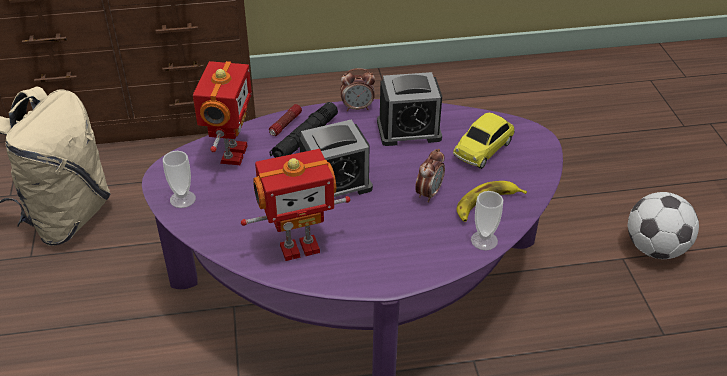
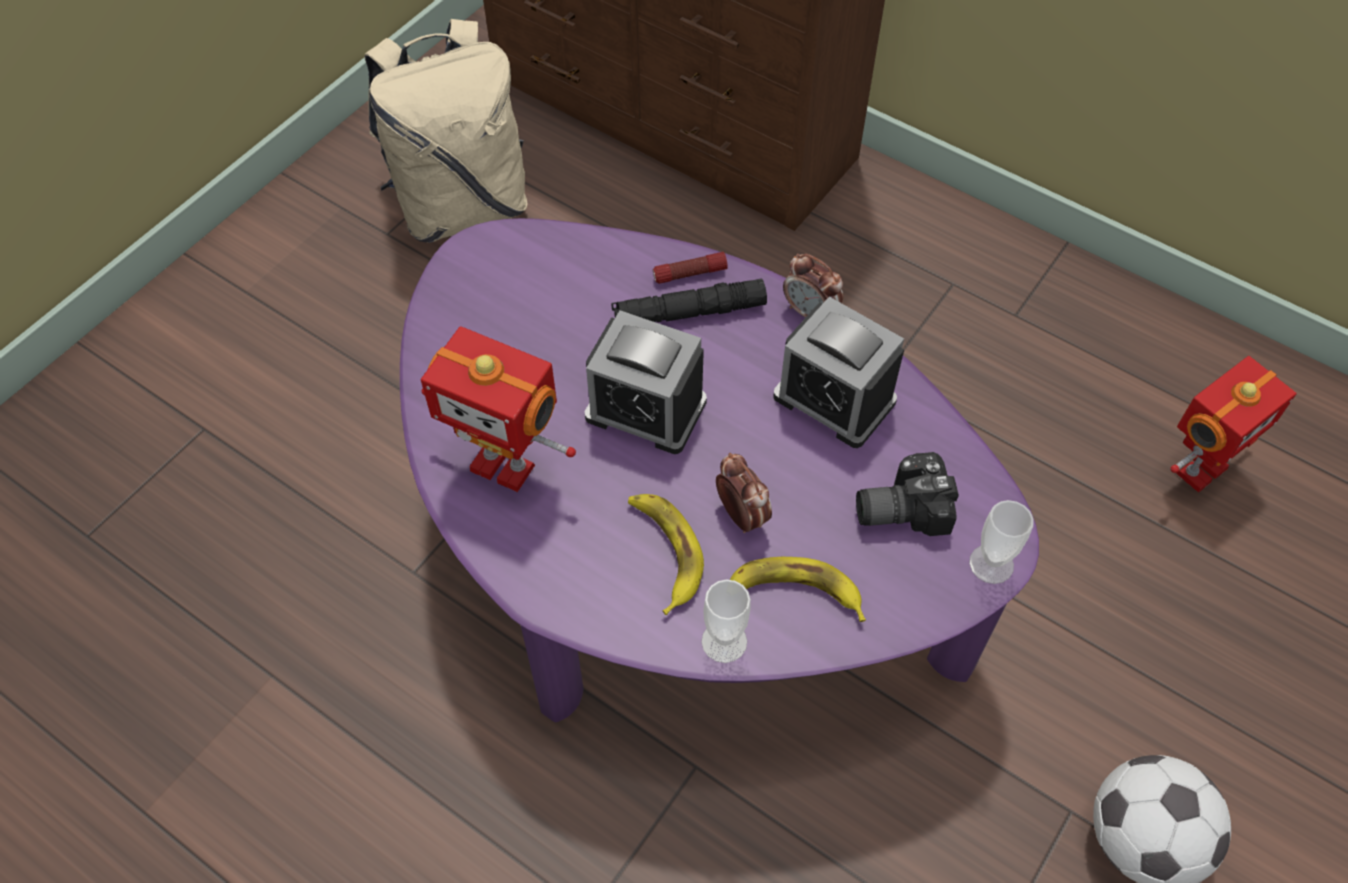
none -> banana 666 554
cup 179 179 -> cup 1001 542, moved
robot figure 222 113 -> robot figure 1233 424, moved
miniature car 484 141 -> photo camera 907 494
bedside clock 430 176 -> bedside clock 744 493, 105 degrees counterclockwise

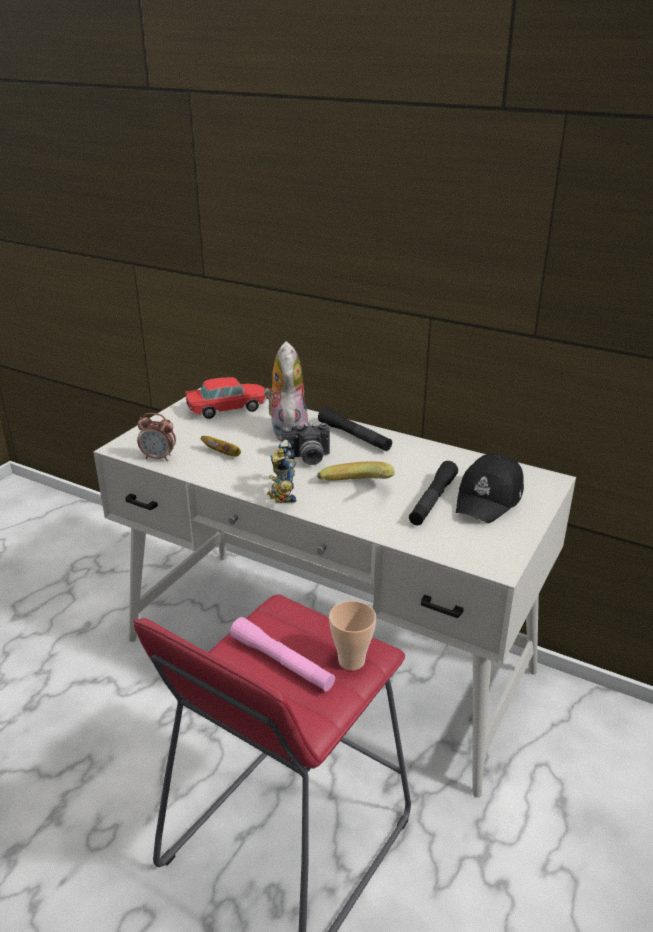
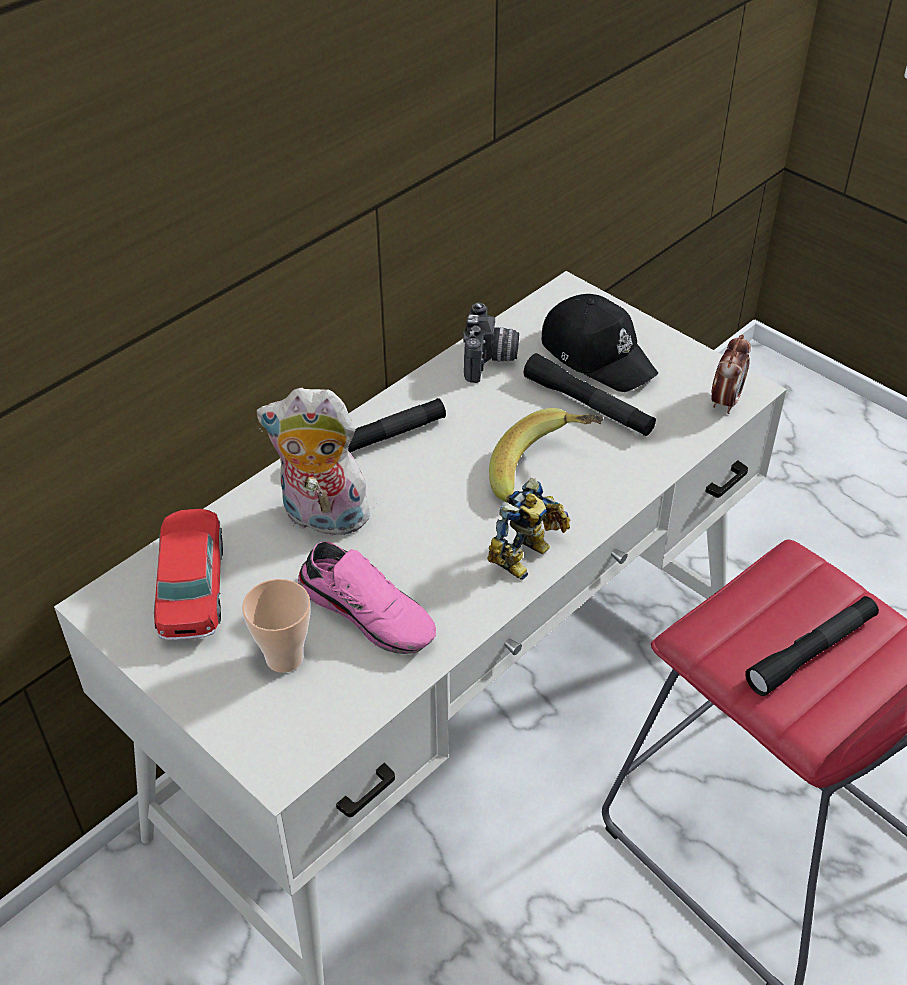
bedside clock 156 437 -> bedside clock 731 374, moved
photo camera 306 443 -> photo camera 491 342, moved
cup 352 635 -> cup 276 626, moved
banana 221 446 -> shoe in pink-coloured 367 598
flashlight in pink-coloured 282 654 -> flashlight in black-coloured 812 646
robot figure 281 471 -> robot figure 528 529, 60 degrees counterclockwise

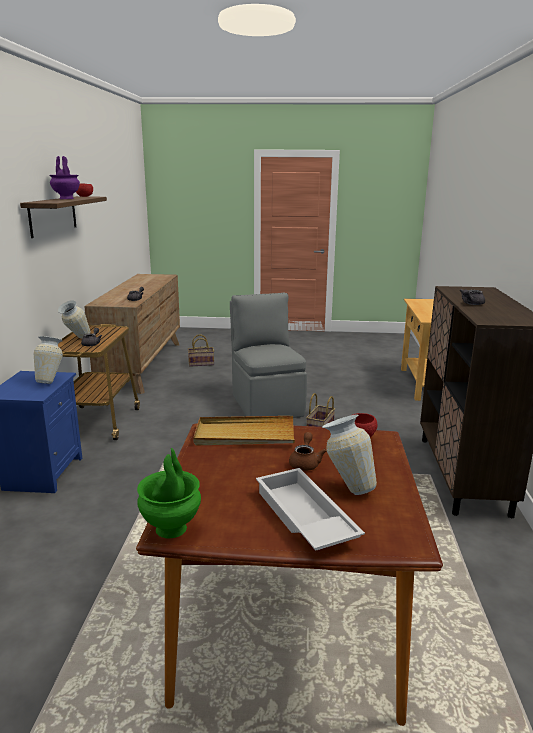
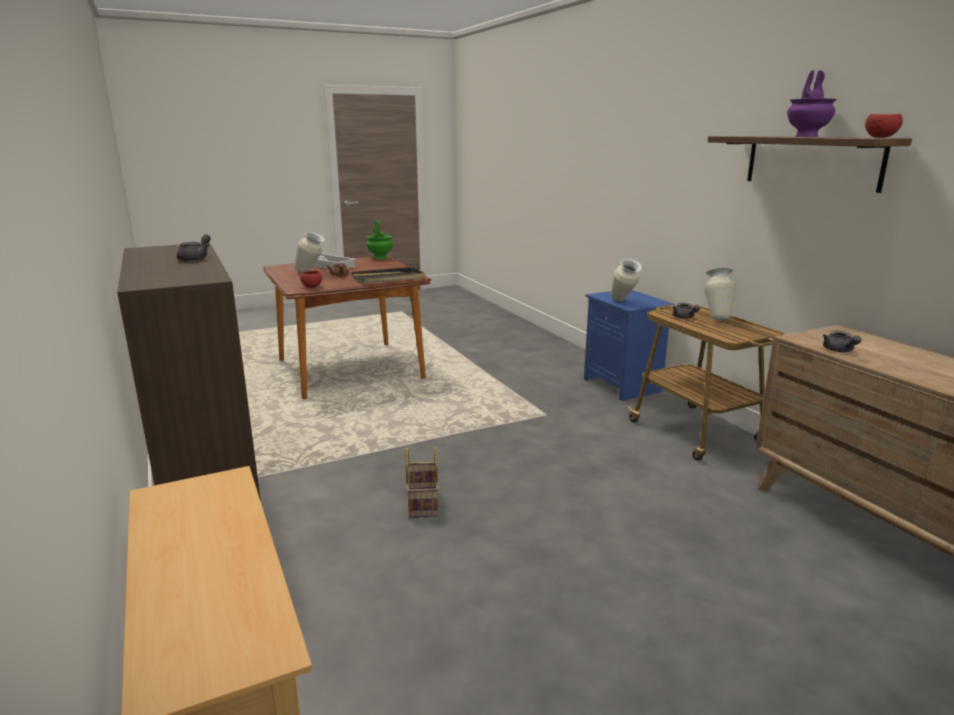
basket 201 350 -> none
upright chair in grey 268 355 -> none
tray in beige 244 430 -> tray in black-coloured 388 275

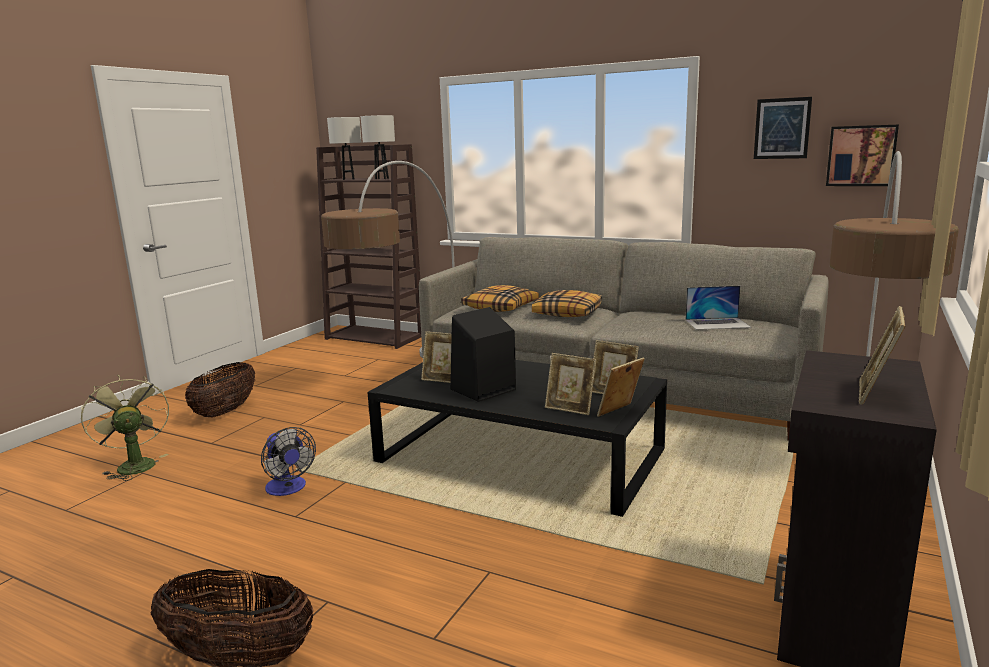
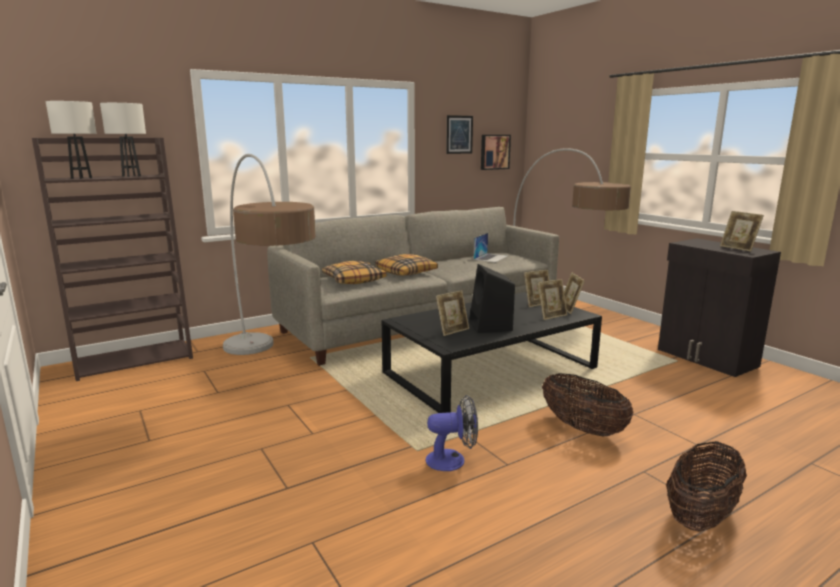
cooling fan in greenish 125 428 -> none
basket 220 389 -> basket 587 404, moved

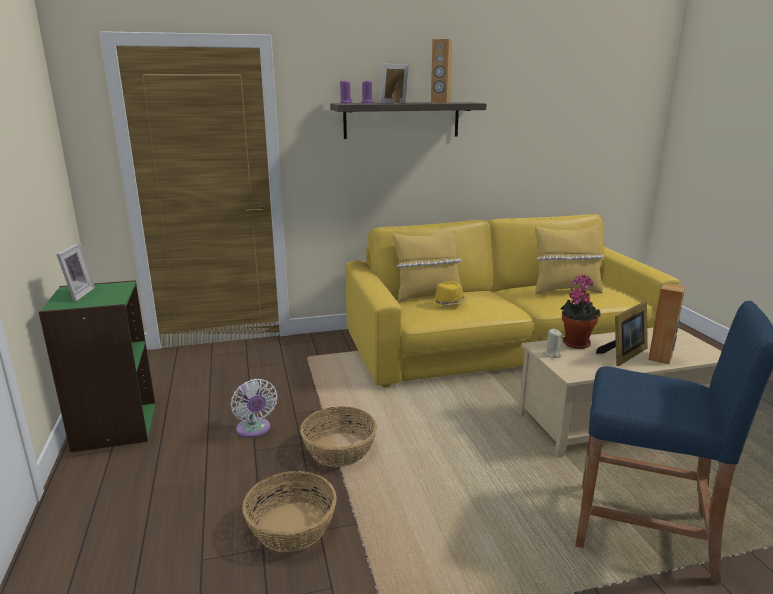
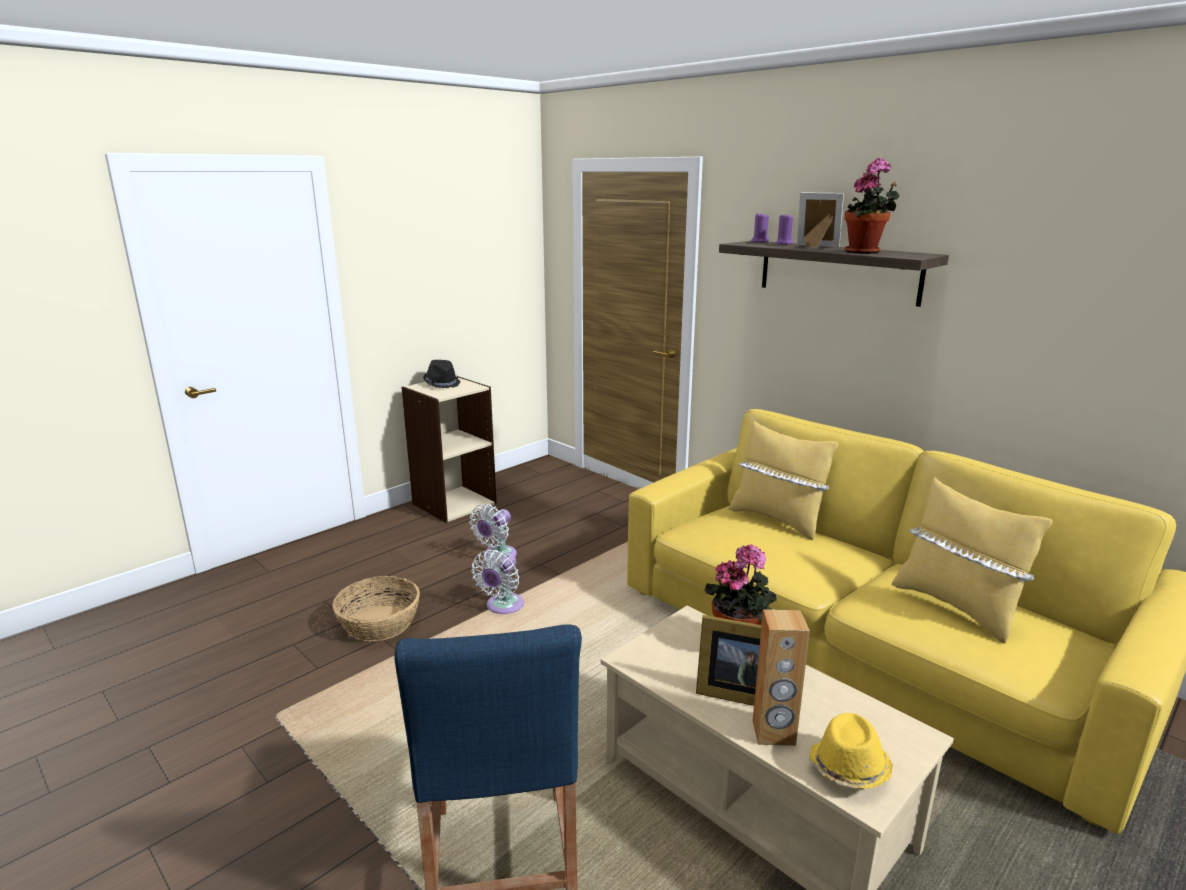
wax light in beige 552 343 -> none
wearable hat in yellow 449 293 -> wearable hat in yellow 850 751, moved
standing frame 75 272 -> wearable hat in black-coloured 441 374
basket 338 436 -> cooling fan in whitish 497 582
loudspeaker in brown 441 71 -> potted plant 872 206
shelving unit in greenish 97 366 -> shelving unit in beige 449 449

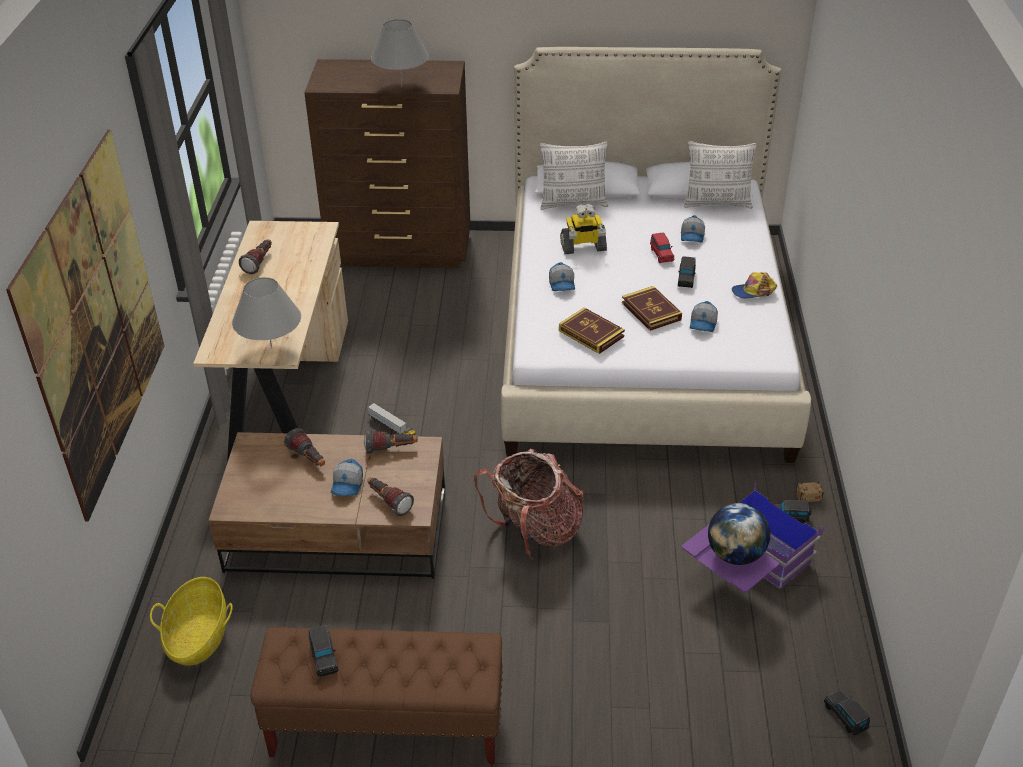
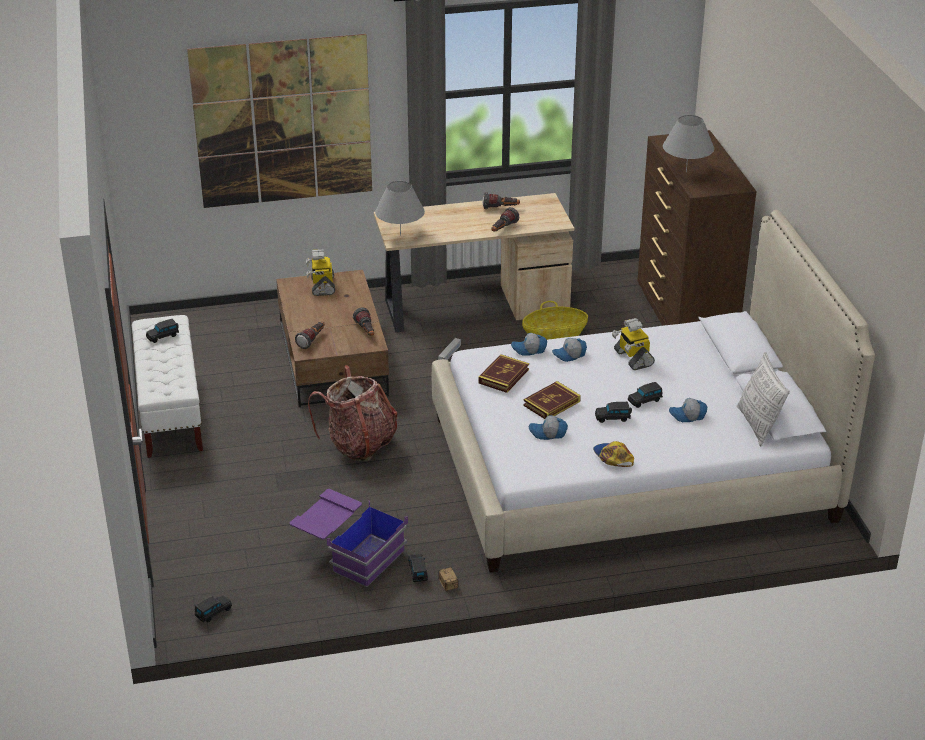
pillow 574 176 -> none
world globe 739 534 -> none
none -> robot figure 320 273
basket 191 621 -> basket 555 320, moved
flashlight 304 447 -> flashlight 505 219, moved
cap 347 477 -> cap 529 344, moved
bench in brown 377 695 -> bench in whitish 167 386
miniature car in red 662 248 -> miniature car in black-coloured 645 395

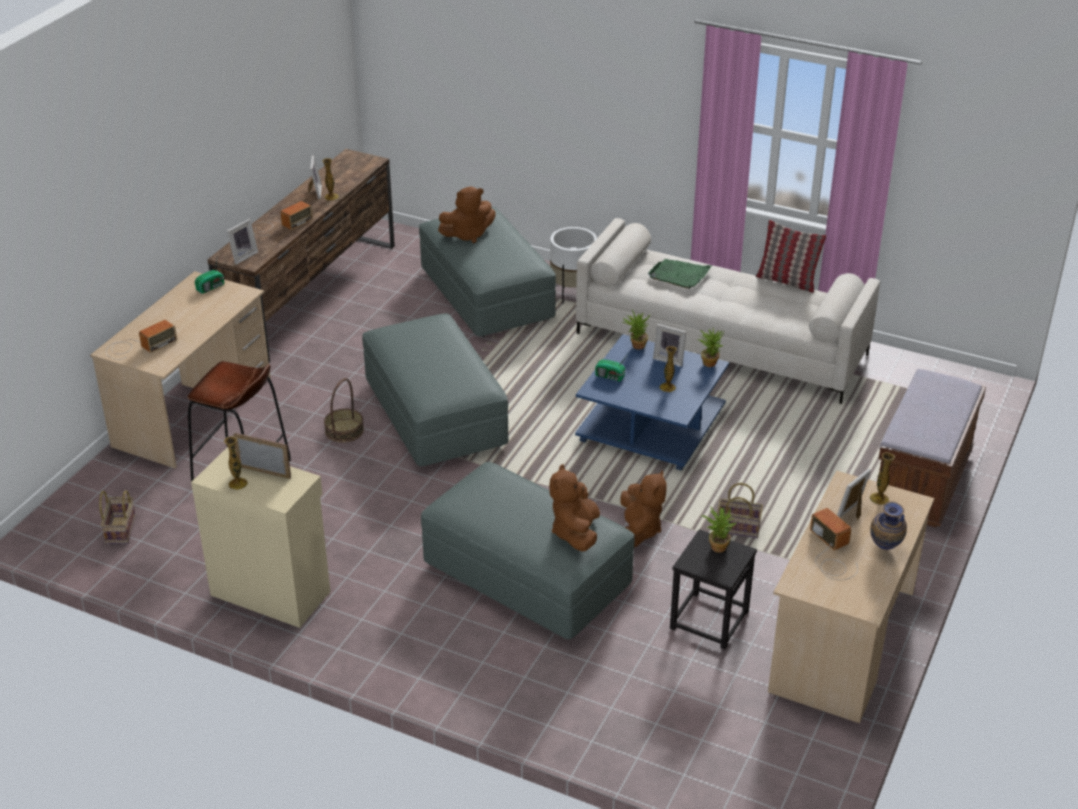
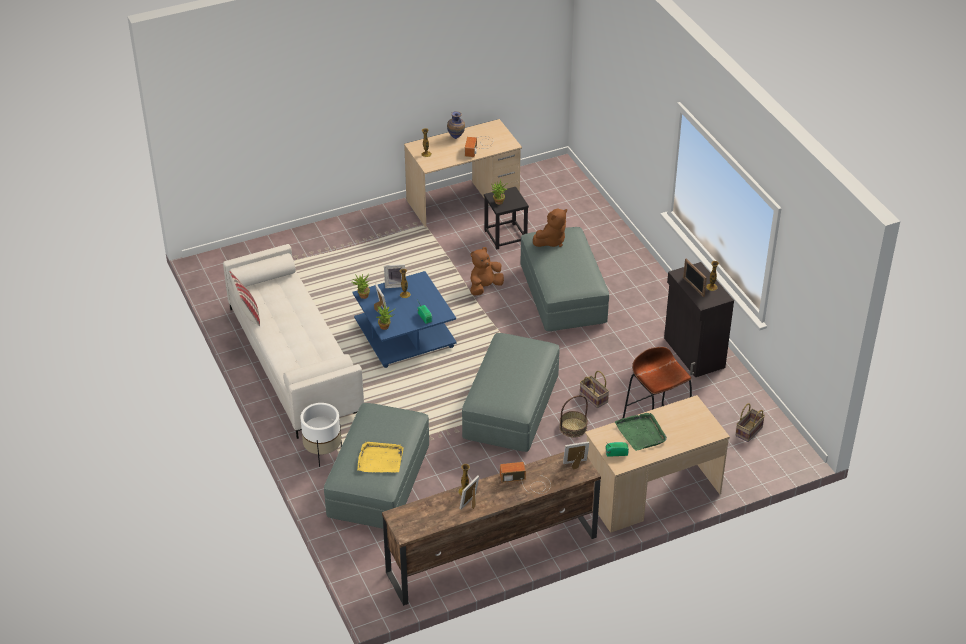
radio receiver 141 340 -> none
bench in brown 932 448 -> none
tray in greenish 680 274 -> tray in greenish 641 432, moved
basket 740 510 -> basket 594 389, moved
standing frame 854 494 -> standing frame 395 276, moved
soft toy in brown 467 214 -> tray in yellow 380 457
cupboard in beige 260 537 -> cupboard in black-coloured 699 319

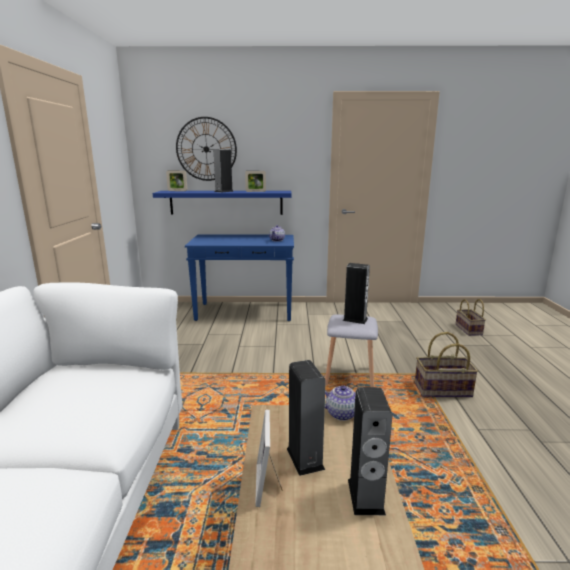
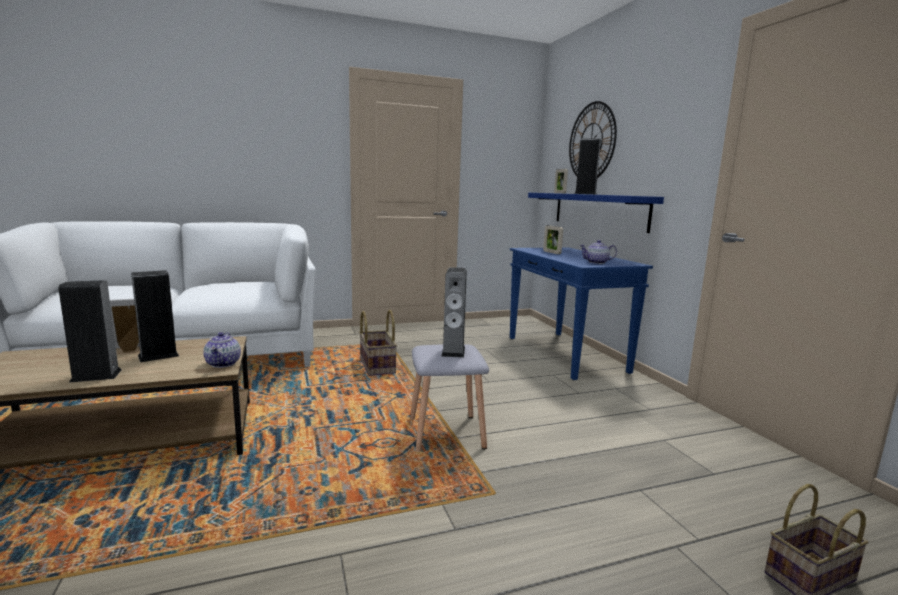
standing frame 255 181 -> standing frame 553 239, moved
basket 446 364 -> basket 378 343, moved

